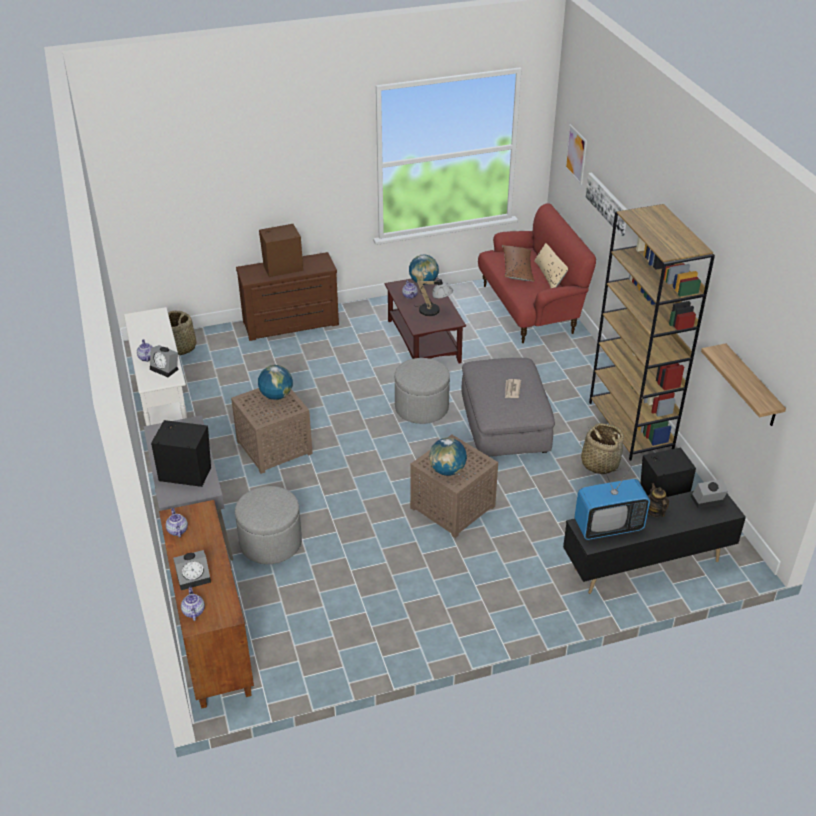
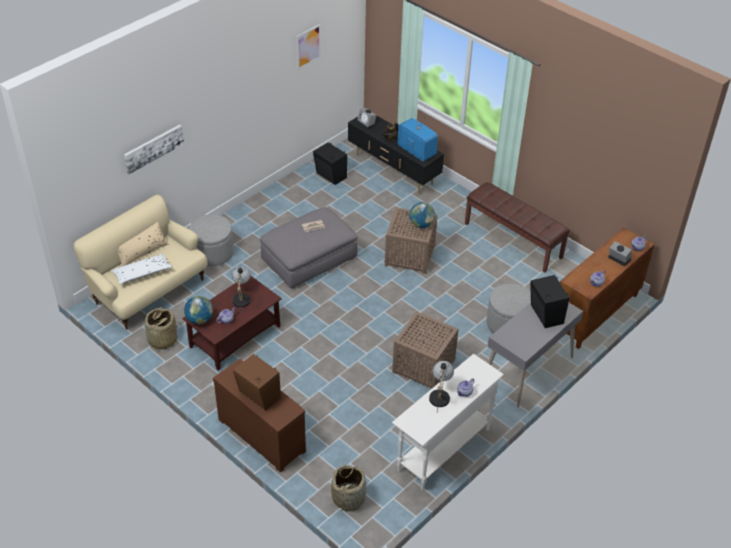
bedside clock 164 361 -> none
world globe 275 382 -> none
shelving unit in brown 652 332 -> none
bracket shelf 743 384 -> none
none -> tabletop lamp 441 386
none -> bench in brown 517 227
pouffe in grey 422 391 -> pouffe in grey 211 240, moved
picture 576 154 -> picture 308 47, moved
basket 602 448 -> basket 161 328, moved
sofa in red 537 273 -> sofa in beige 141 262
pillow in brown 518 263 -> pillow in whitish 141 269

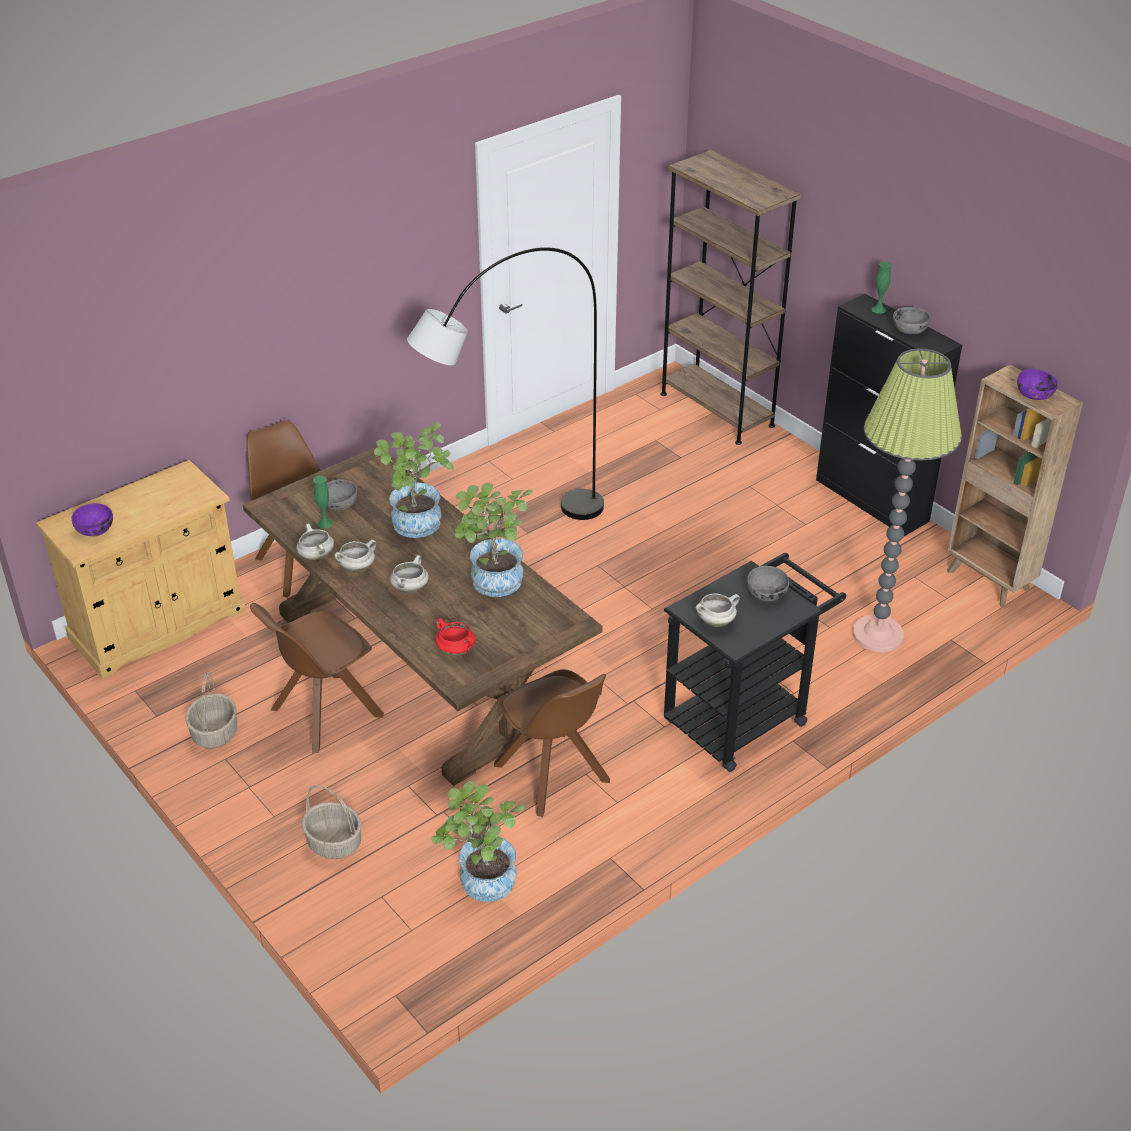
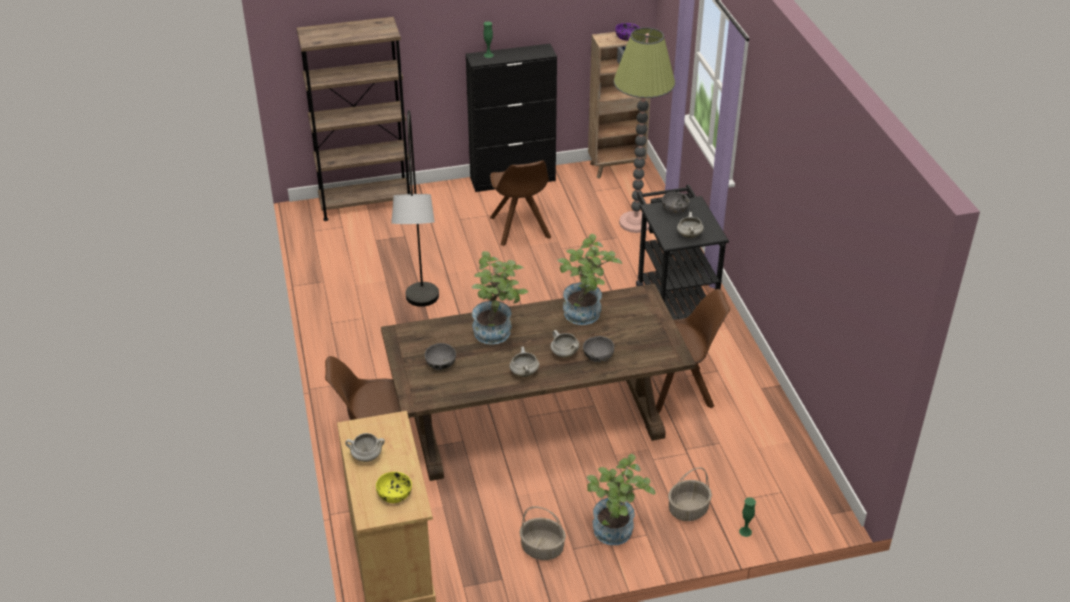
saucepot in red 455 637 -> none
upright chair in brown 317 678 -> upright chair in brown 520 203, moved
saucepot in whitish 315 542 -> saucepot in whitish 365 447, moved
vase in greenish 323 502 -> vase in greenish 747 517, moved
potted plant 478 841 -> potted plant 621 499, moved
bowl in grey 912 320 -> bowl in grey 598 349, moved
bowl in purplish 92 519 -> bowl in yellow 394 487

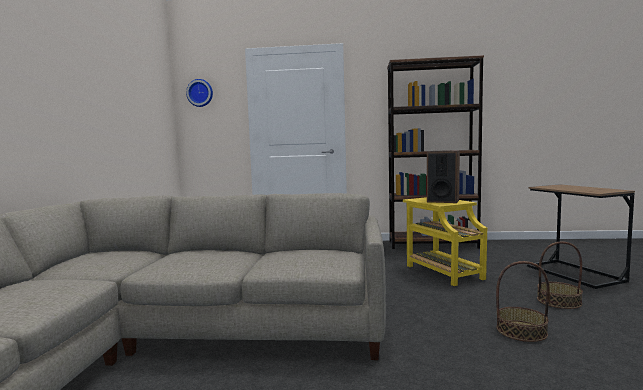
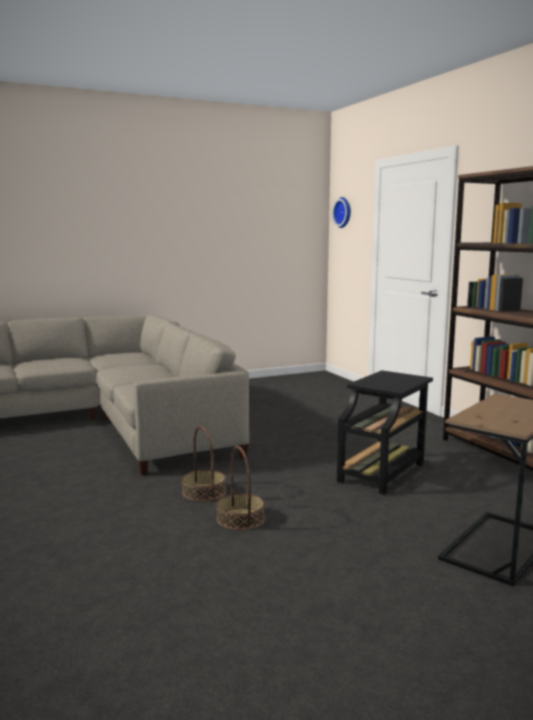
loudspeaker 443 177 -> none
basket 560 275 -> basket 204 464, moved
accent table in yellow 445 241 -> accent table in black-coloured 385 432

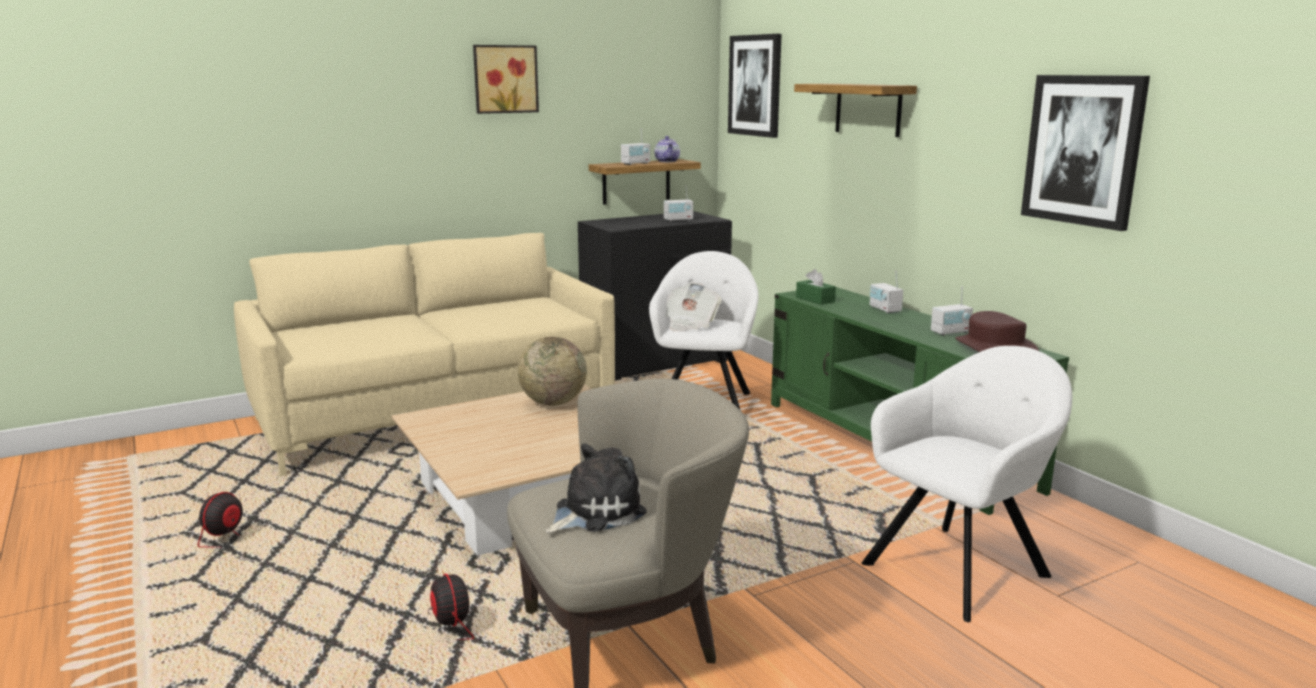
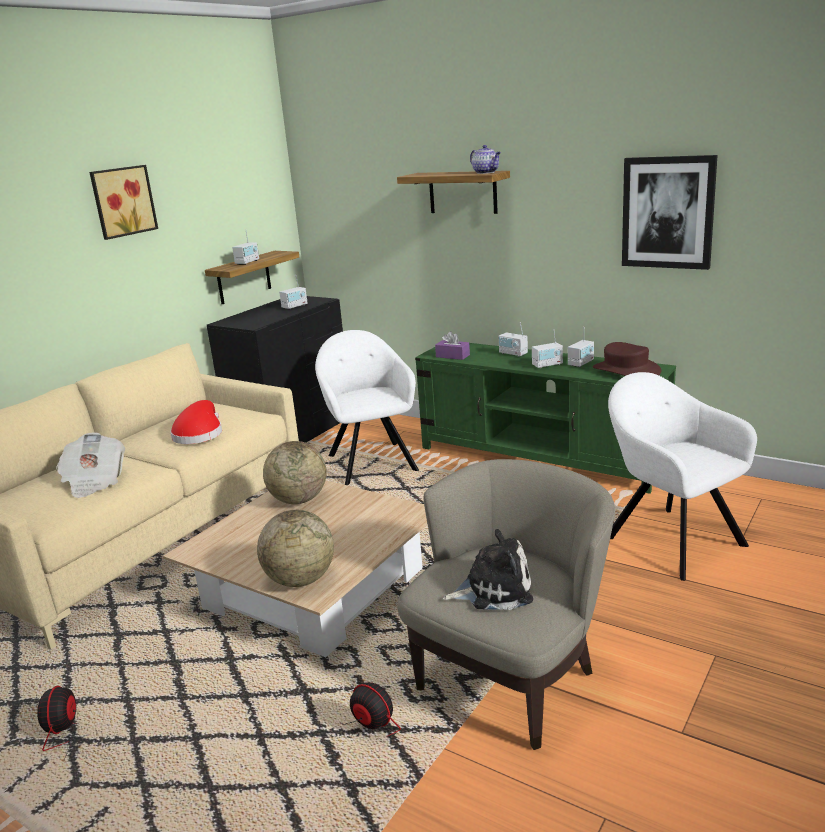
picture 755 86 -> none
none -> wearable hat in red 196 422
none -> world globe 295 548
none -> radio receiver 547 349
teapot 667 149 -> teapot 485 159, moved
printed paper 693 307 -> printed paper 90 465, moved
tissue holder in greenish 816 287 -> tissue holder in purplish 452 345
soft toy 596 488 -> soft toy 488 569, 60 degrees clockwise
easy chair in whitish 966 484 -> easy chair in whitish 682 476, 60 degrees counterclockwise

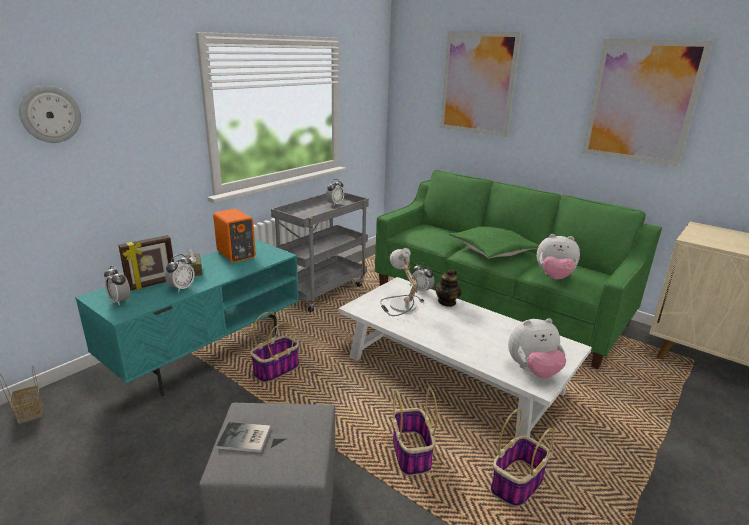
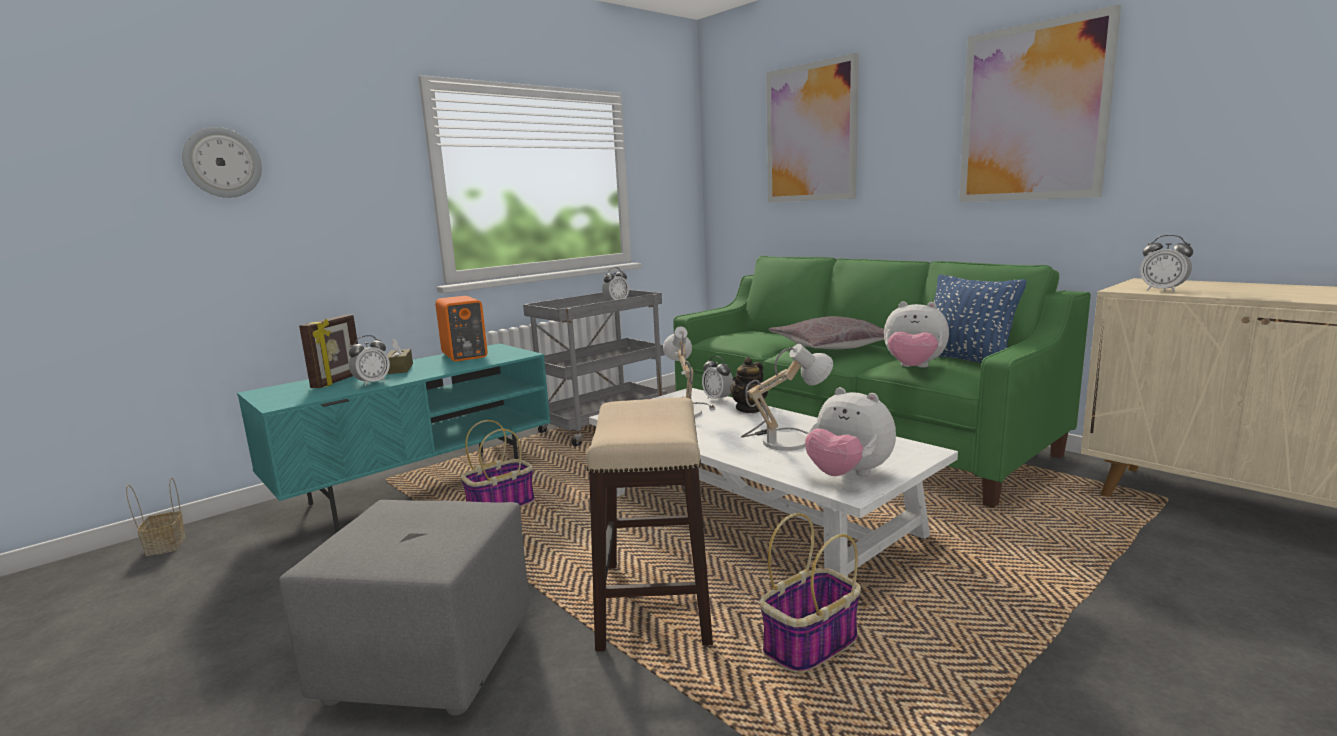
book 243 437 -> none
none -> tabletop lamp 787 398
none -> pillow in bluish 980 318
bedside clock 117 286 -> bedside clock 1166 263, moved
basket 415 432 -> stool seat 650 524
pillow in greenish 494 243 -> pillow in grey 826 332
standing frame 146 263 -> standing frame 328 351, 45 degrees counterclockwise
soft toy 537 348 -> soft toy 850 431, 45 degrees clockwise

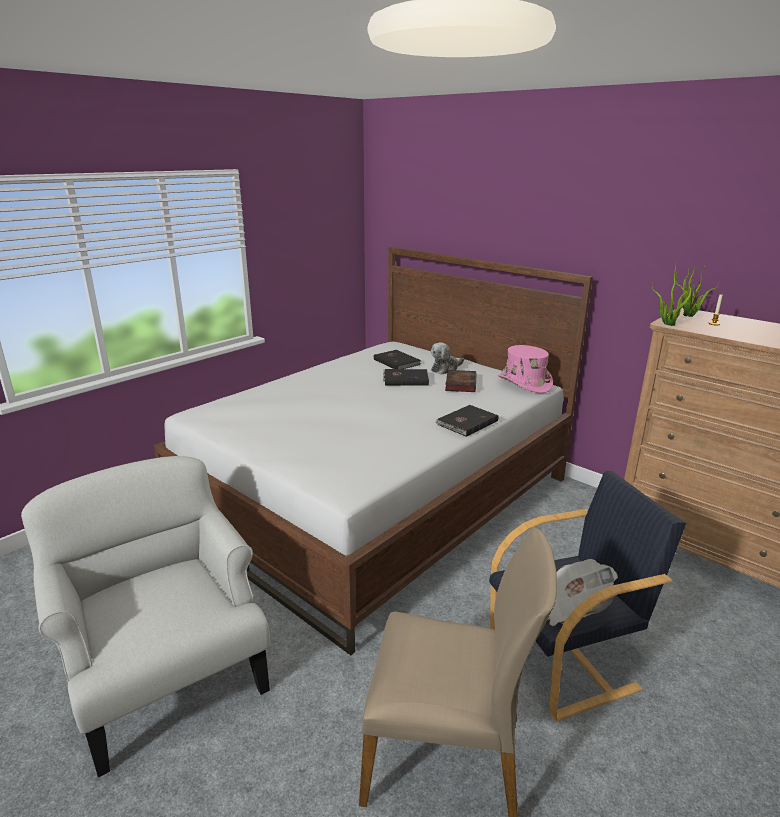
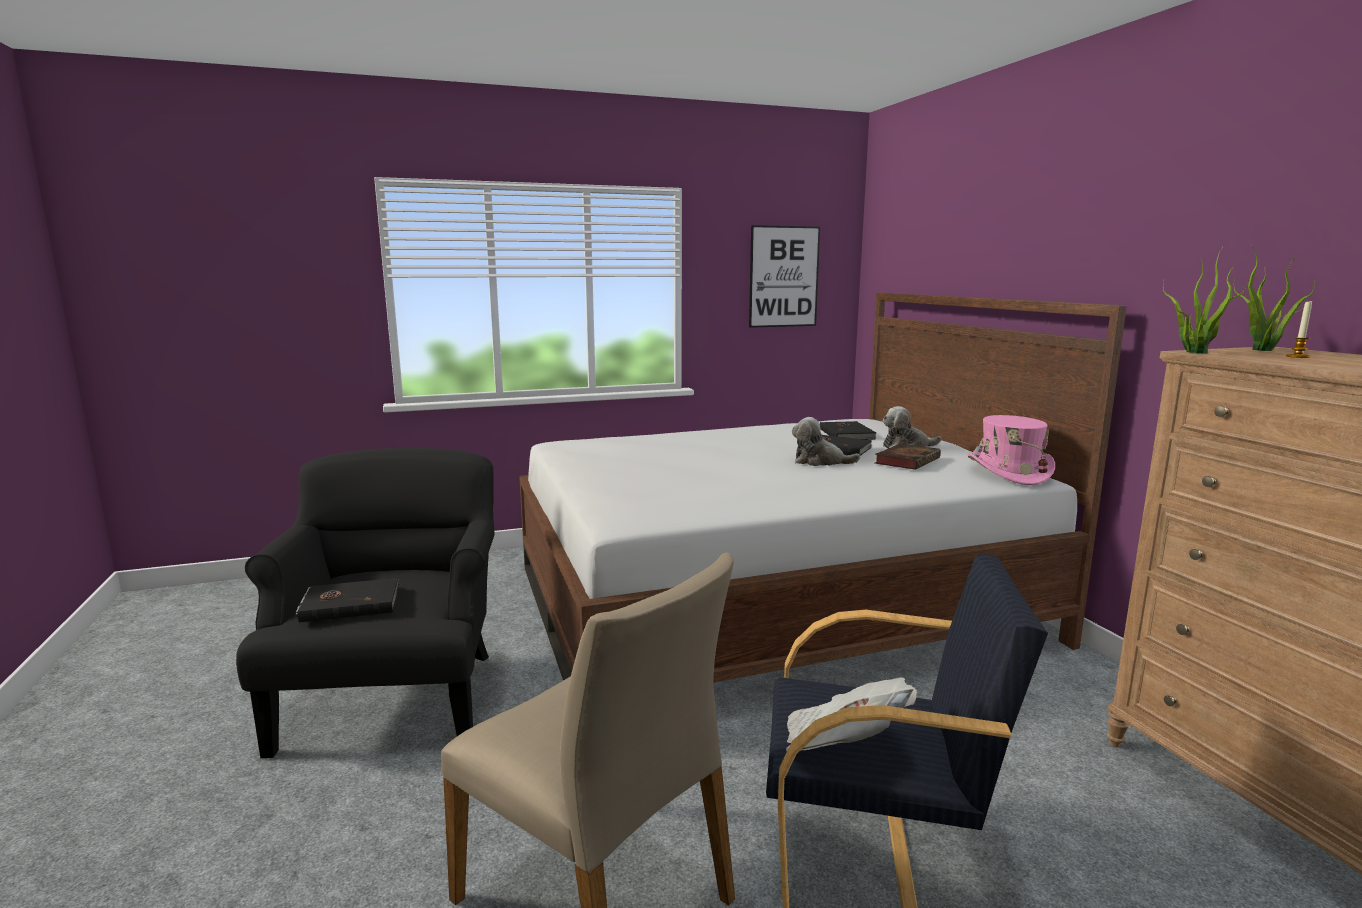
none -> picture 784 276
none -> soft toy 826 441
book in black-coloured 466 421 -> book in black-coloured 348 600, moved
easy chair in whitish 145 616 -> easy chair in black-coloured 365 603

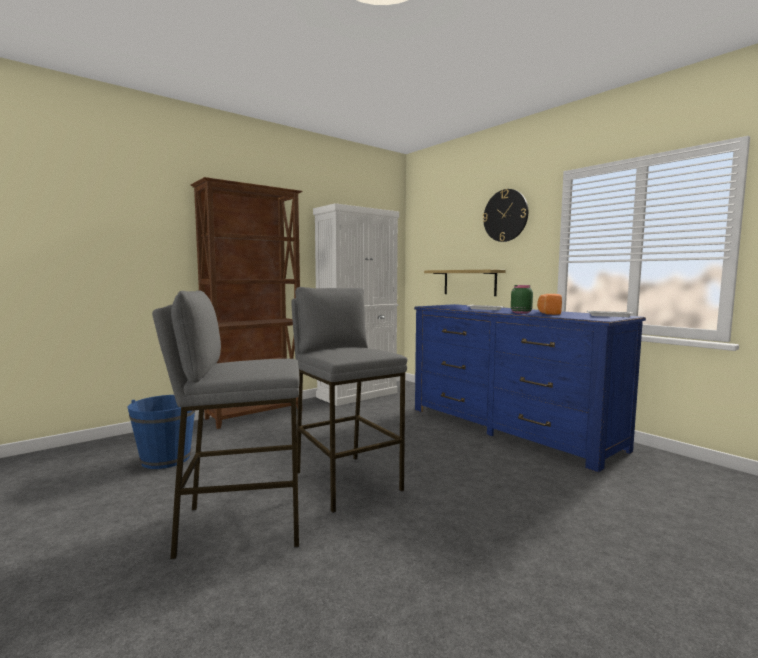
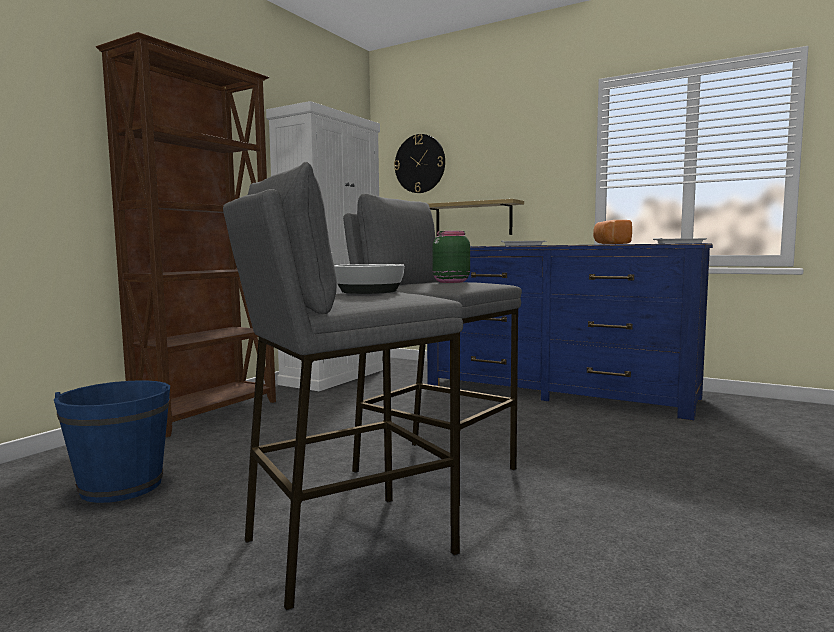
none -> bowl 369 279
hanging clock 505 215 -> hanging clock 419 163, moved
jar in greenish 522 299 -> jar in greenish 451 257, moved

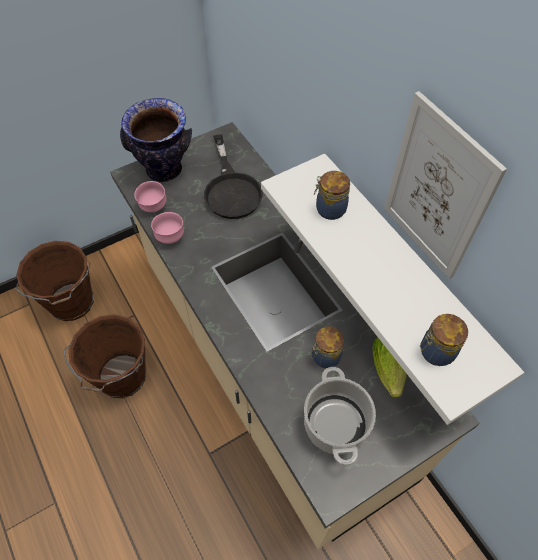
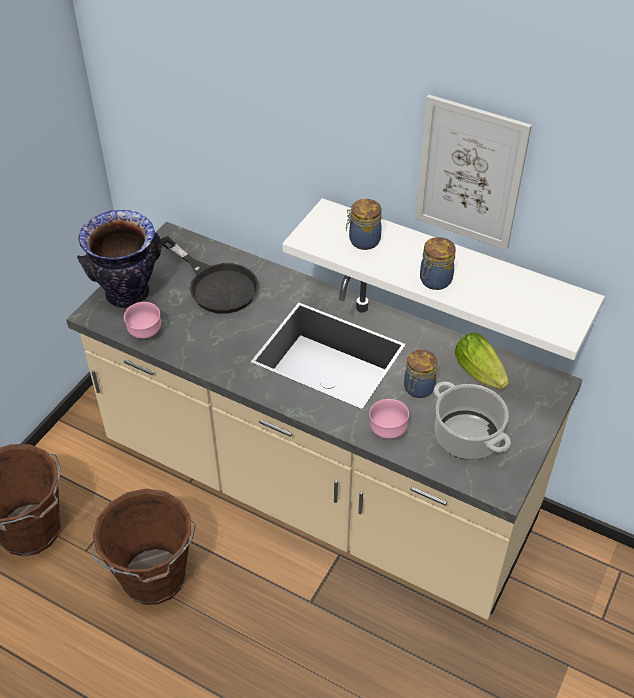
bowl in pink-coloured 167 228 -> bowl in pink-coloured 389 419, moved
jar 444 340 -> jar 438 263, moved

